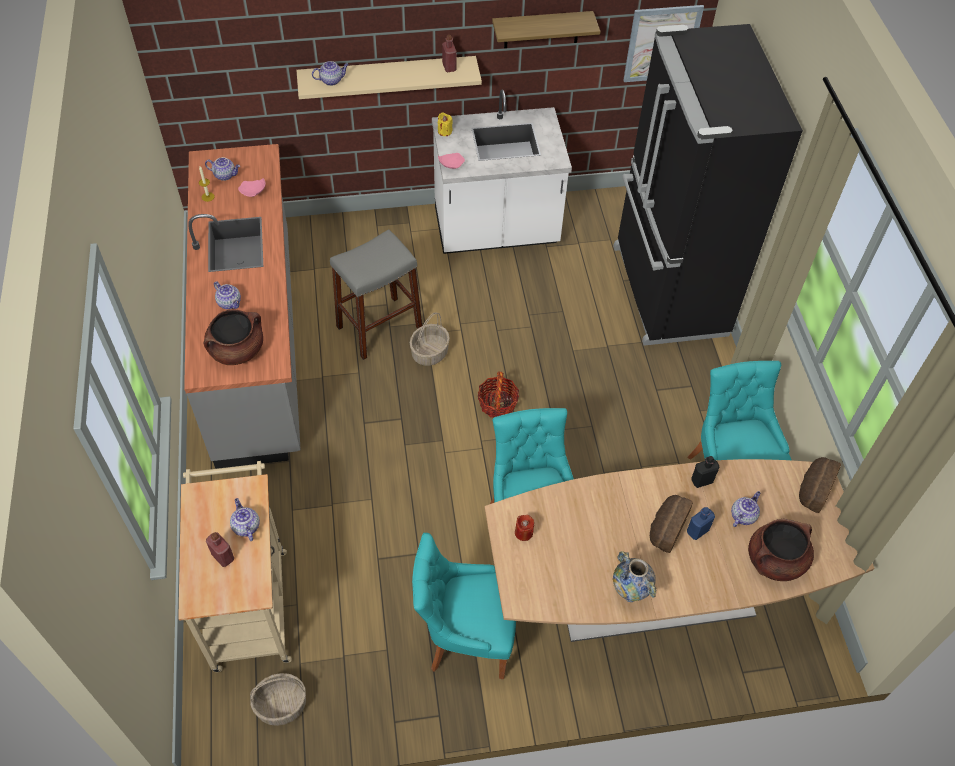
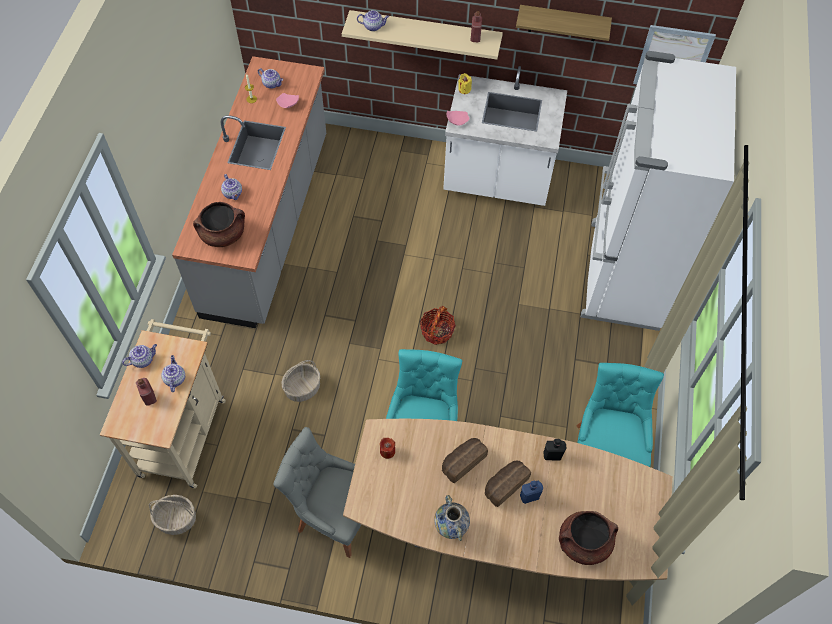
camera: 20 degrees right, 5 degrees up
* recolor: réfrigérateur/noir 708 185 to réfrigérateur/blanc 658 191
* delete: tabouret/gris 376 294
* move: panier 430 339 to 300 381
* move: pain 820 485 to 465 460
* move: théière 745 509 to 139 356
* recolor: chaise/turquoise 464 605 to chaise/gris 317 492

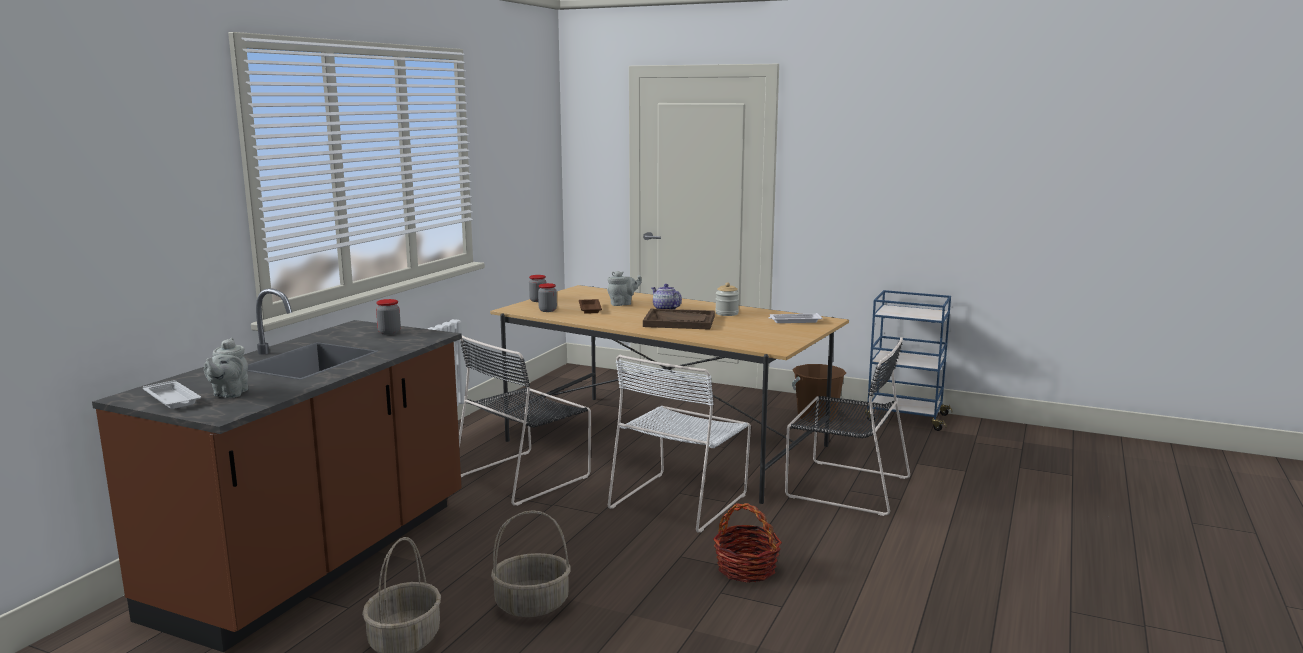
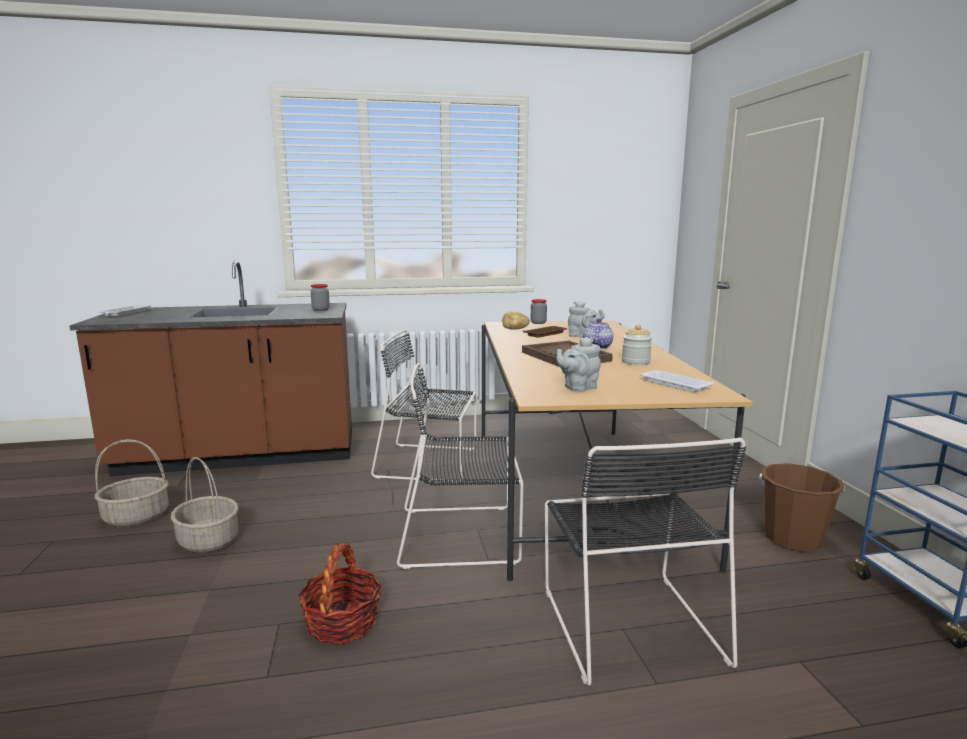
camera: 55 degrees right, 0 degrees up
* replace: bocal 547 297 to pain 516 321
* move: théière/gris 226 368 to 579 364
* recolor: chaise/blanc 679 444 to chaise/noir 460 466

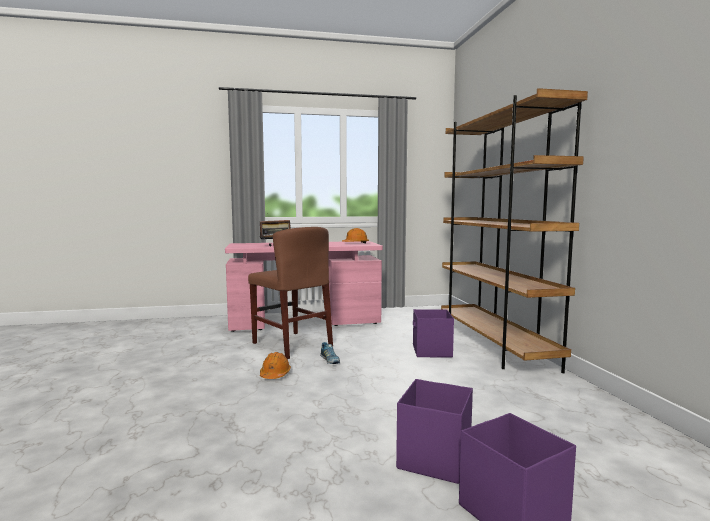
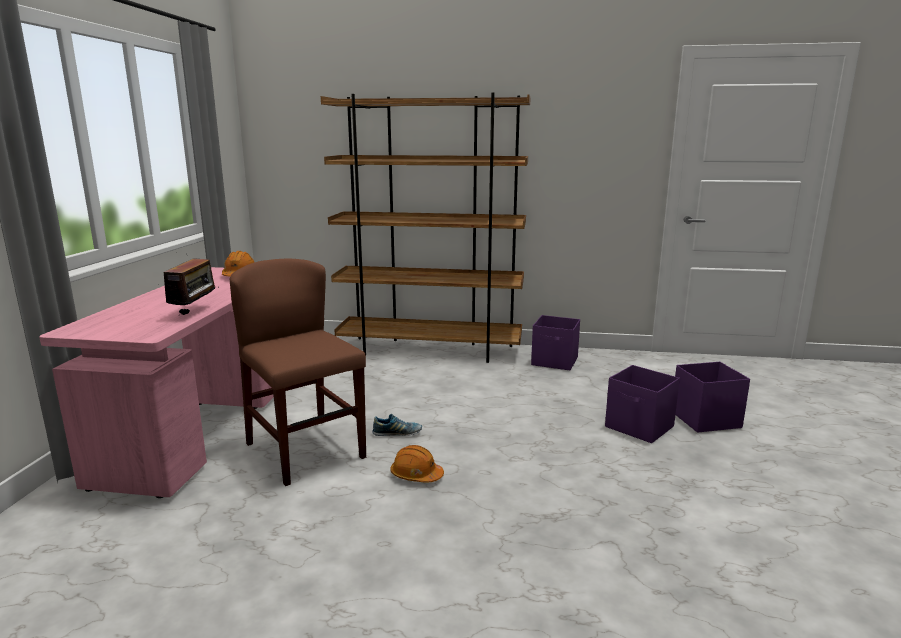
camera: 70 degrees left, 10 degrees up
* rotate: chaise/marron 290 293 = 298 372 105 degrees counterclockwise
* move: boîte de rangement/violet 433 333 to 555 342

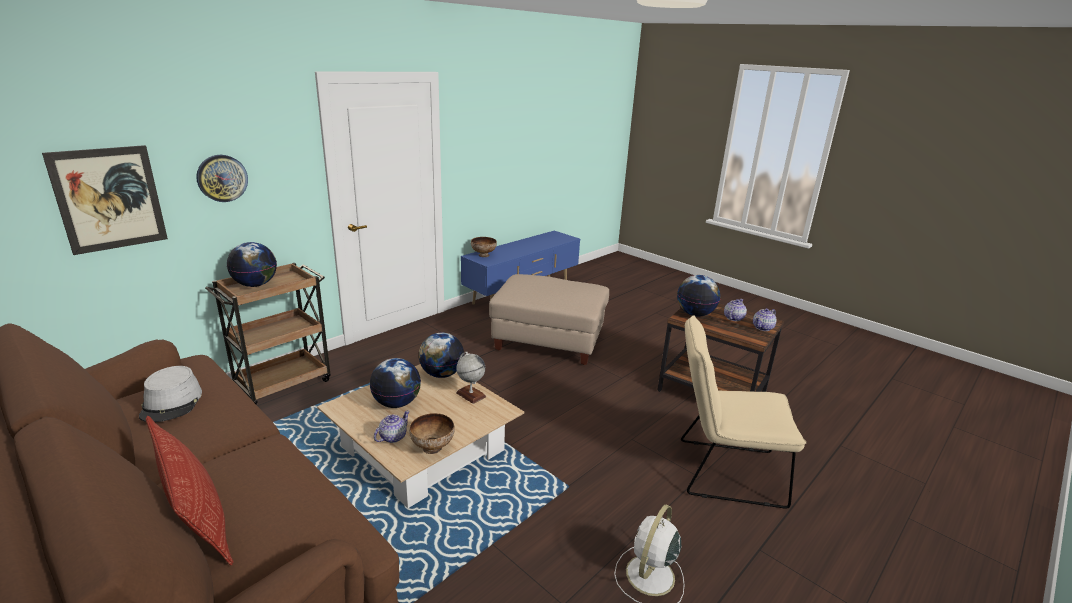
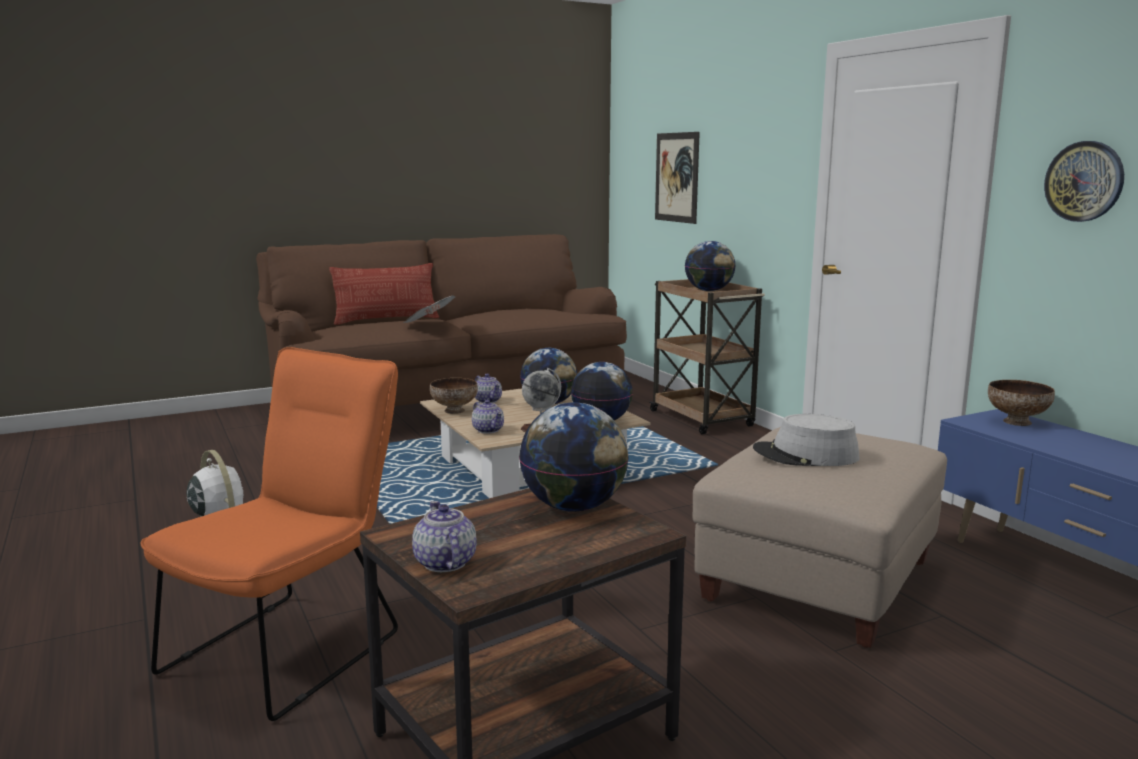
camera: 110 degrees right, 10 degrees down
* move: horloge murale 222 178 to 1084 181
* move: théière 735 310 to 488 417
* recolor: chaise/beige 743 412 to chaise/orange 269 534
* move: chapeau/gris 170 394 to 806 440
* insert: journal 429 309

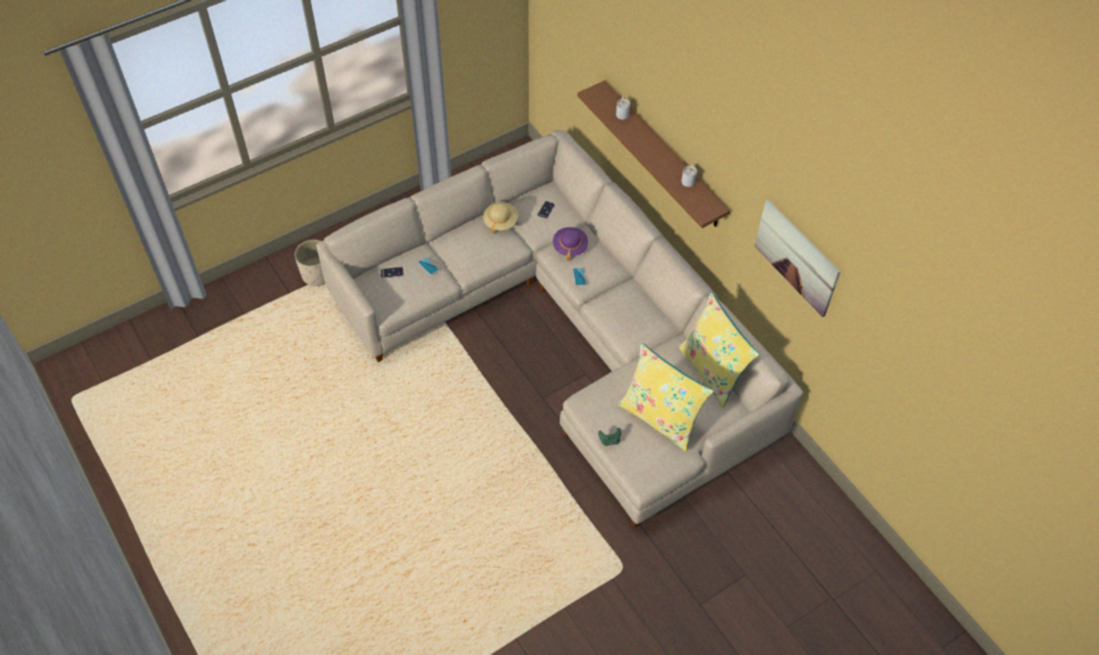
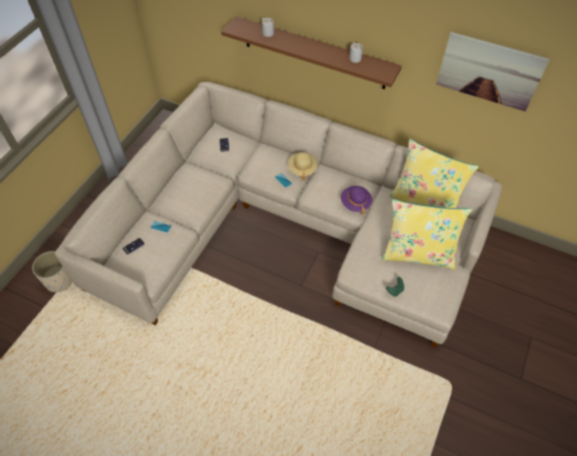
camera: 30 degrees left, 0 degrees up
* move: chapeau/beige 500 218 to 303 166
* move: chapeau/violet 570 244 to 356 200

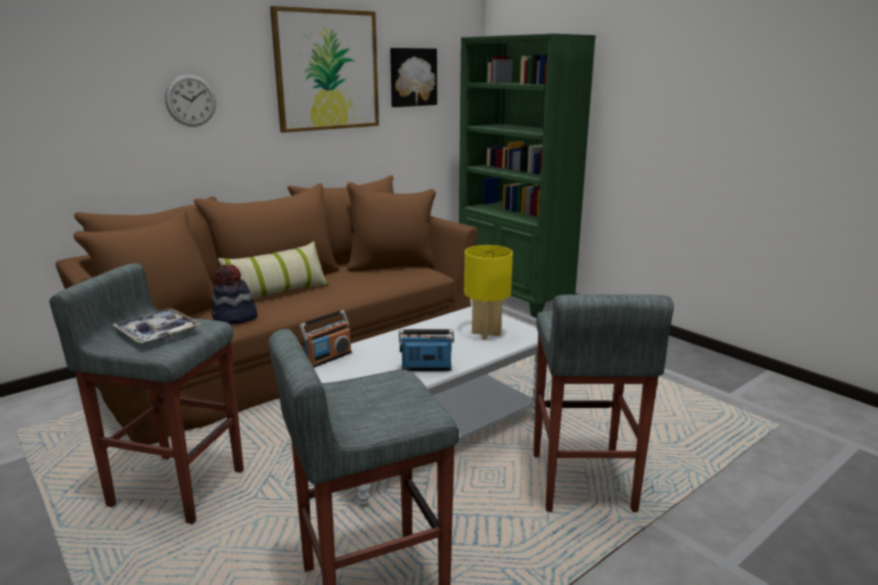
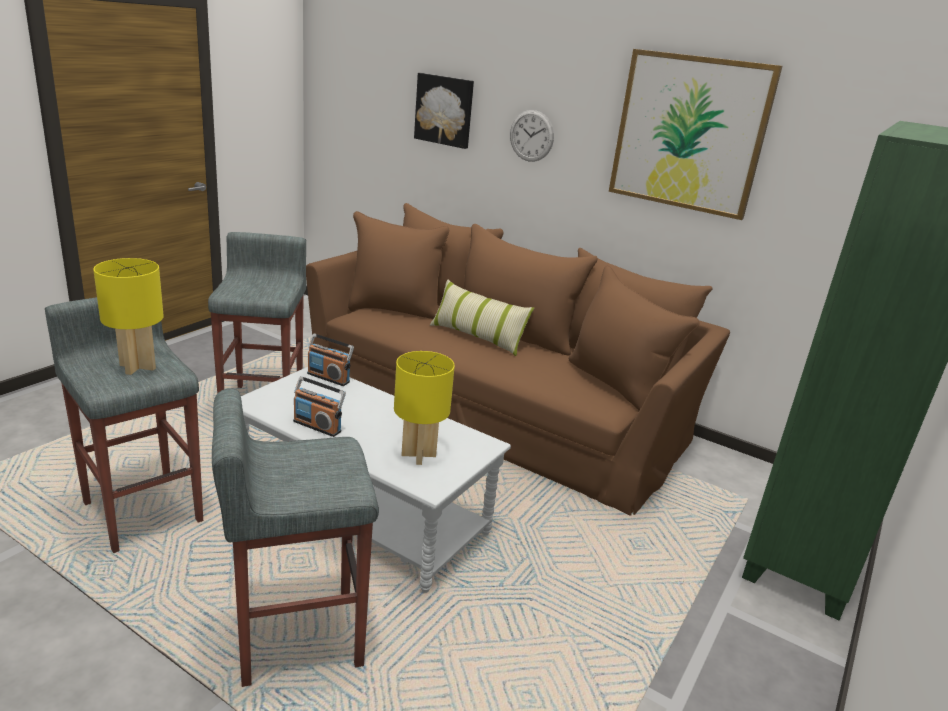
camera: 70 degrees right, 5 degrees up
* move: tableau 413 77 to 444 111
* delete: chapeau 234 294
* delete: plateau 157 325
* rotate: radio 426 350 = 319 406 135 degrees clockwise
* insert: lampe de table/jaune 128 316

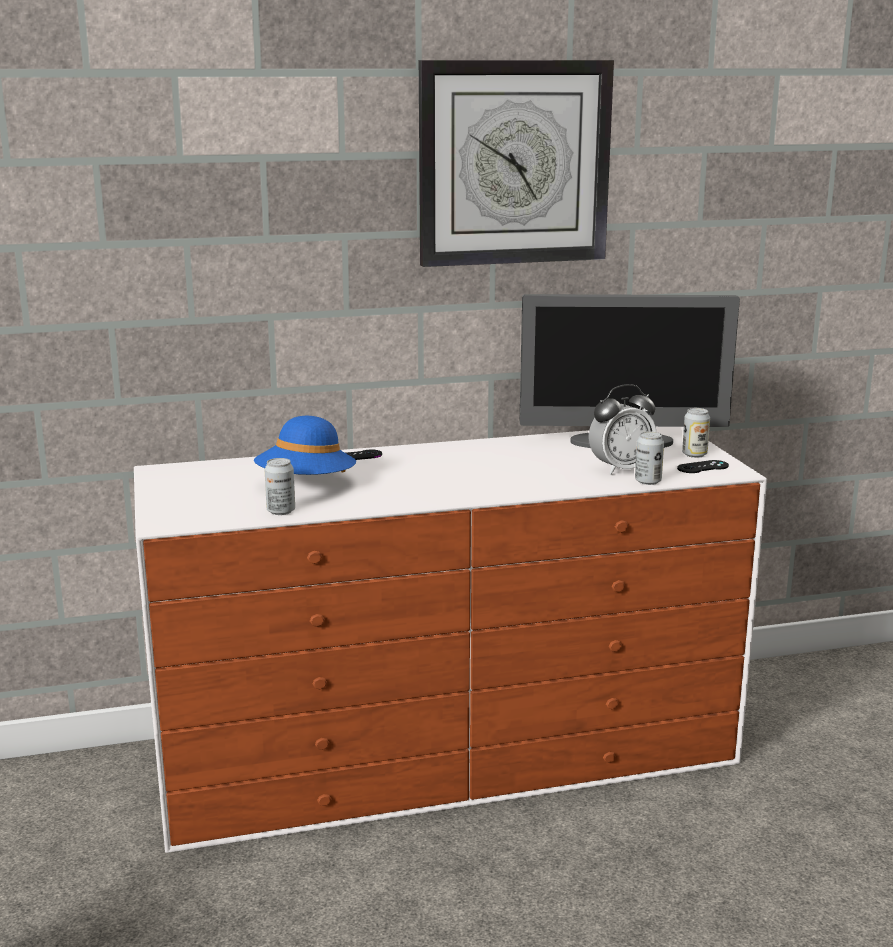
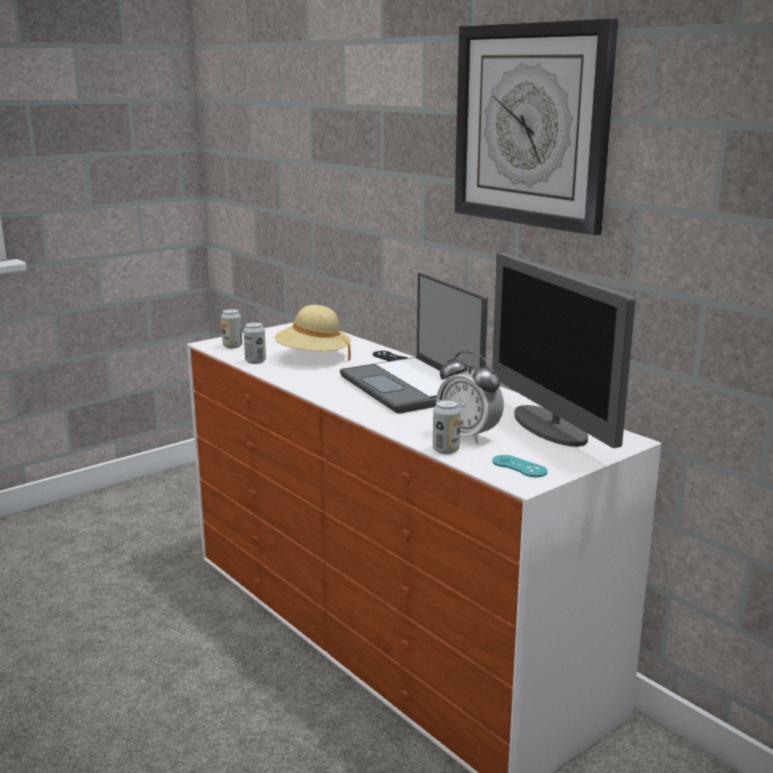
camera: 65 degrees right, 0 degrees up
* move: boîte métallique 696 433 to 232 328
* recolor: chapeau/bleu 305 445 to chapeau/beige 313 333
* recolor: manette/noir 703 466 to manette/turquoise 520 466
* insert: ordinateur portable 414 343

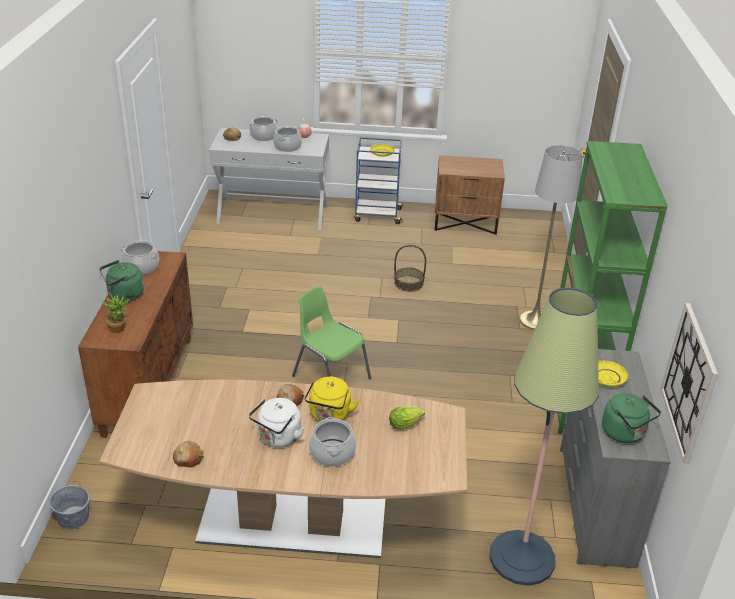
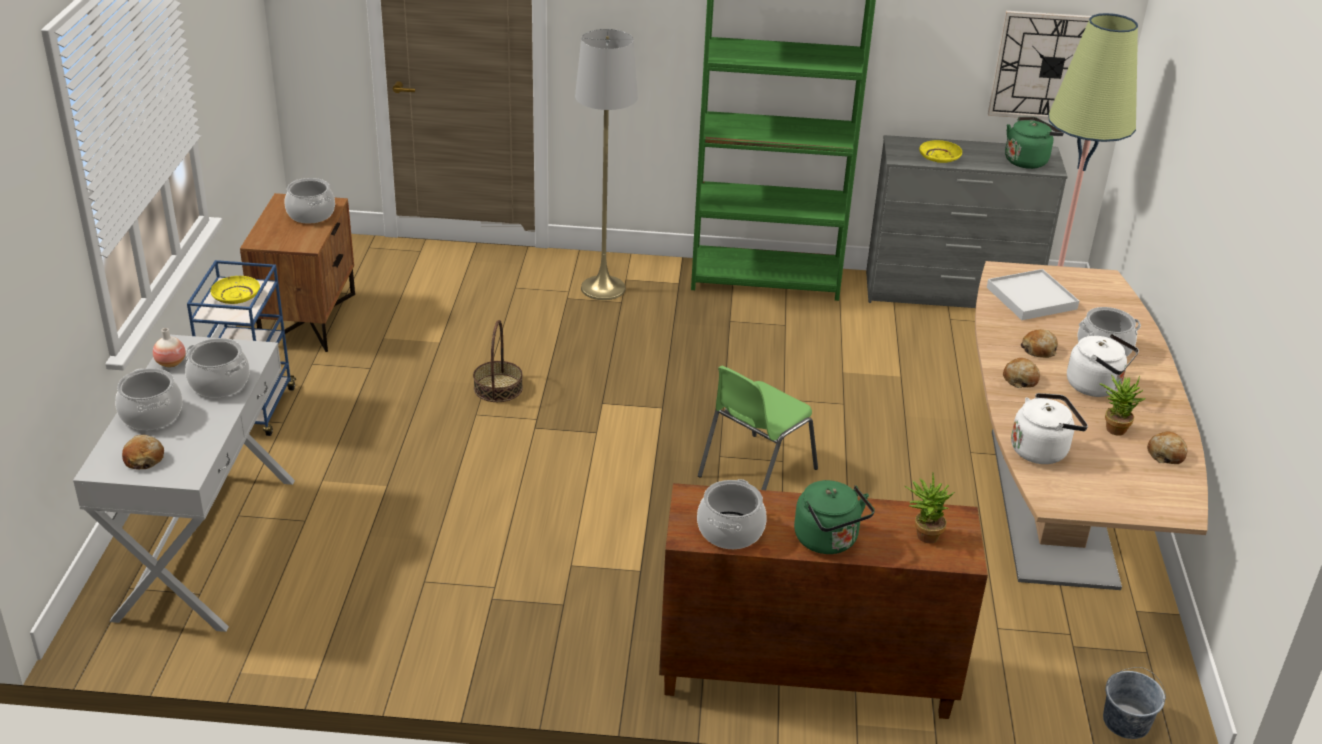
camera: 90 degrees left, 0 degrees up
* replace: bouilloire/jaune 332 399 to pain 1039 343
* replace: laitue 407 418 to plateau/blanc 1033 294
* insert: marmite 310 200
* insert: plante en pot 1123 405
* insert: bouilloire/blanc 1049 428

